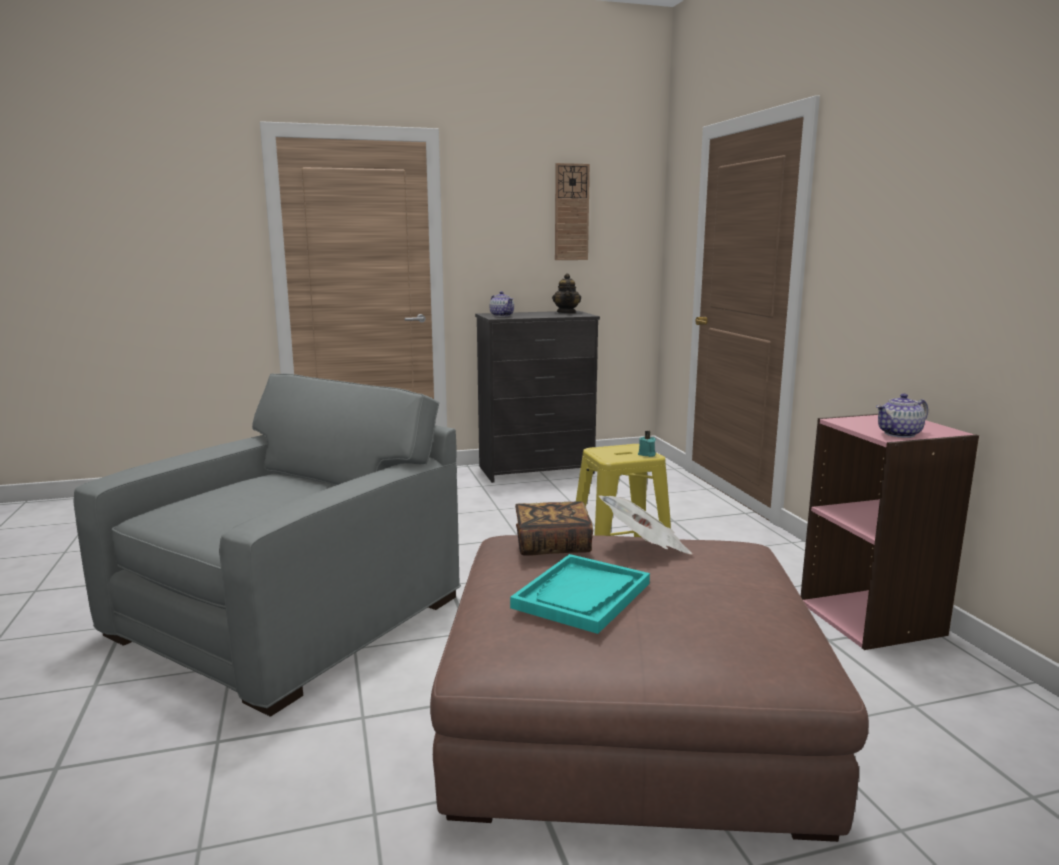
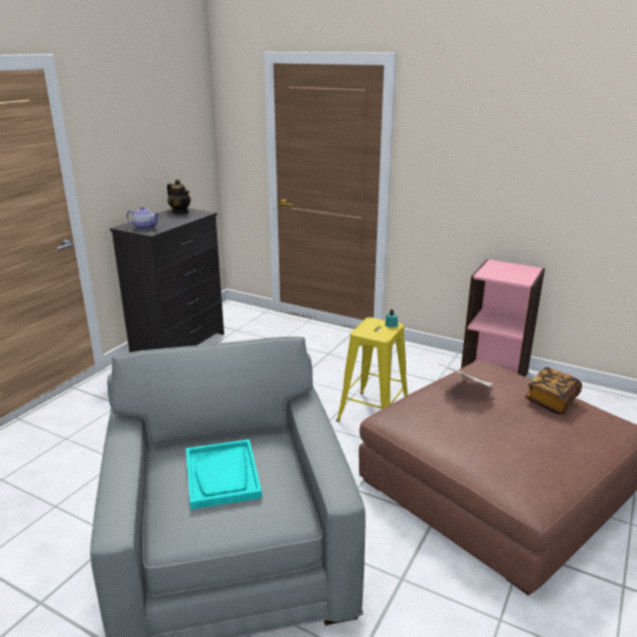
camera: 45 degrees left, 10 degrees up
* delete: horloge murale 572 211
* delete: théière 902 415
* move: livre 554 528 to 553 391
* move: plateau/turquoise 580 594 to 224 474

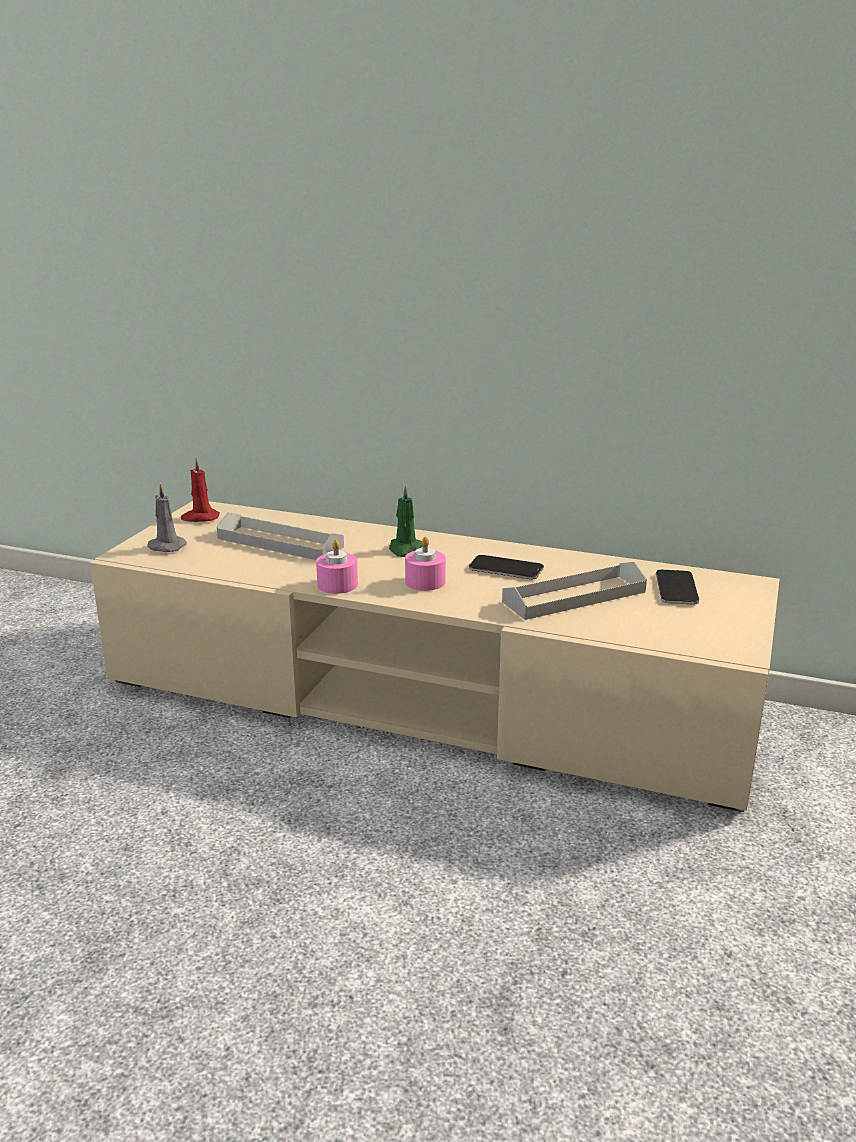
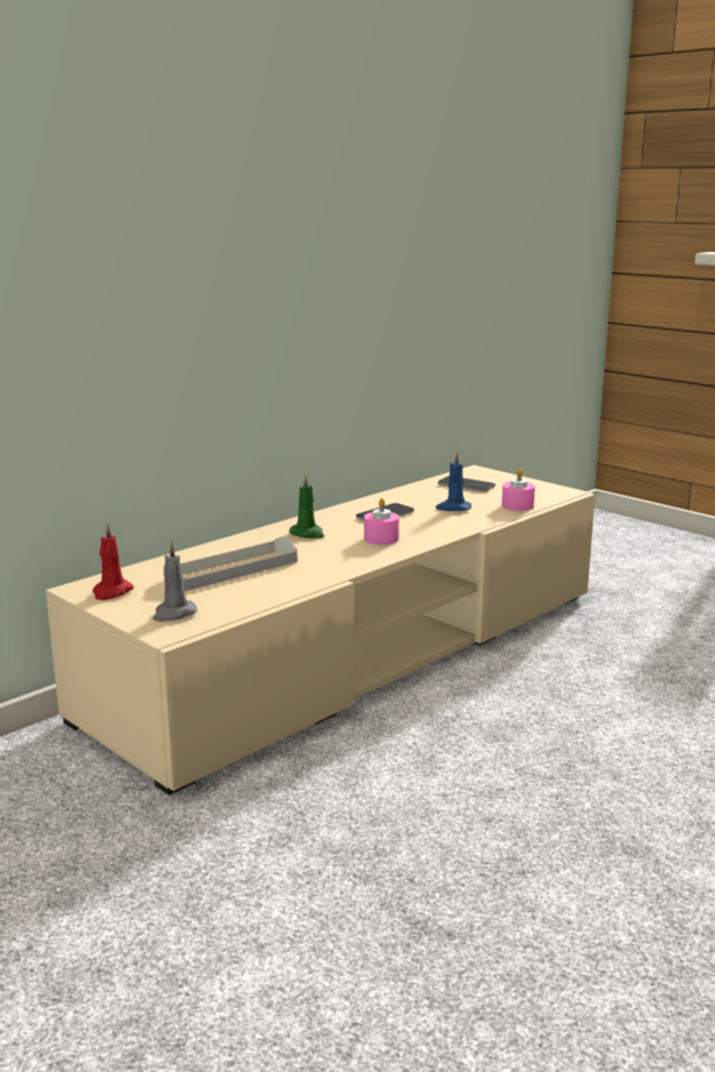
camera: 65 degrees left, 5 degrees down
* move: bougie/rose 337 567 to 518 490
* replace: plateau/gris 574 591 to bougie/bleu 454 481

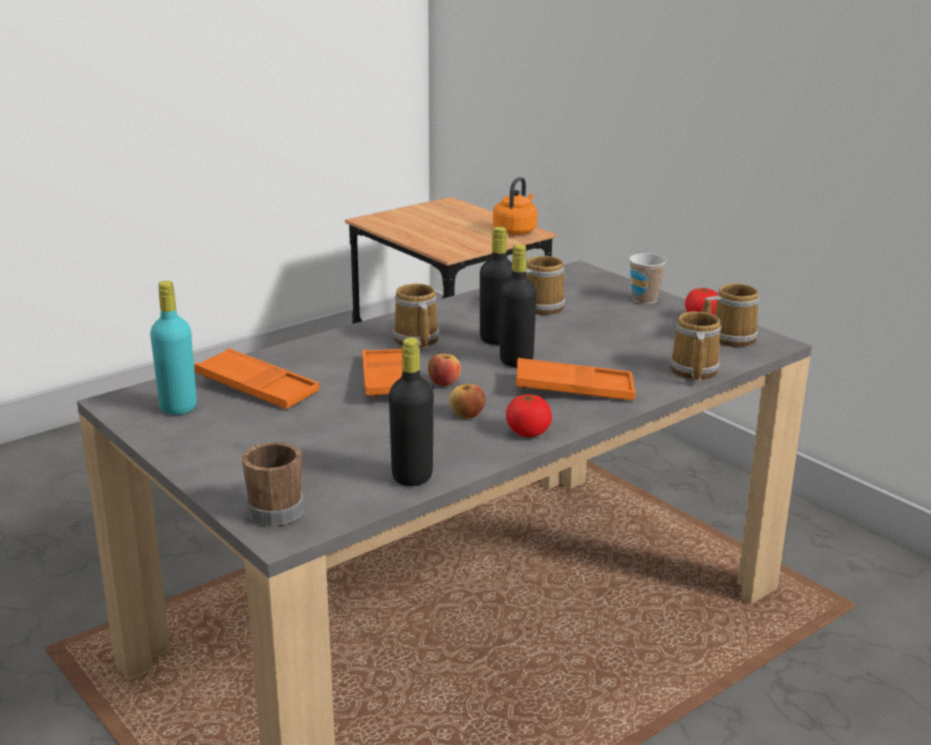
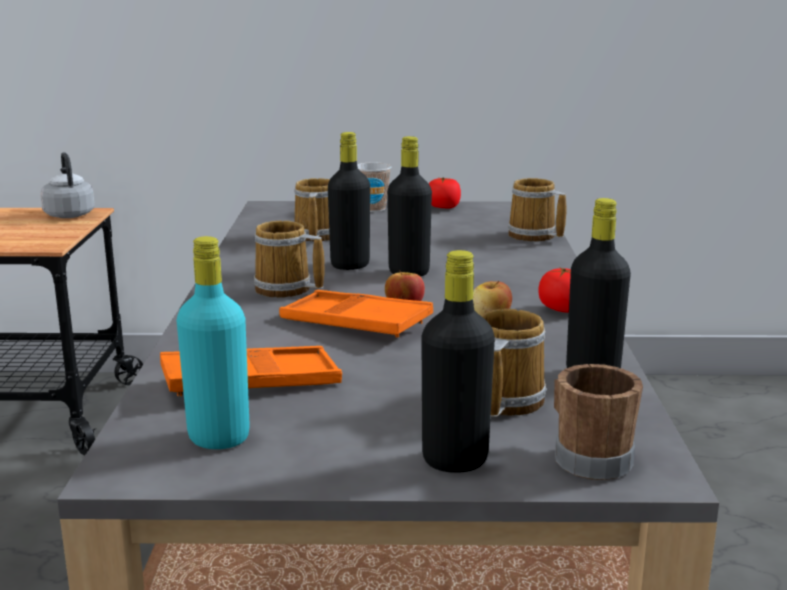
camera: 50 degrees left, 5 degrees down
* recolor: bouilloire/orange 515 206 to bouilloire/gris 67 185
* move: mug 730 315 to 514 363
* delete: plateau/orange 576 379
* insert: bouteille/noir 458 361

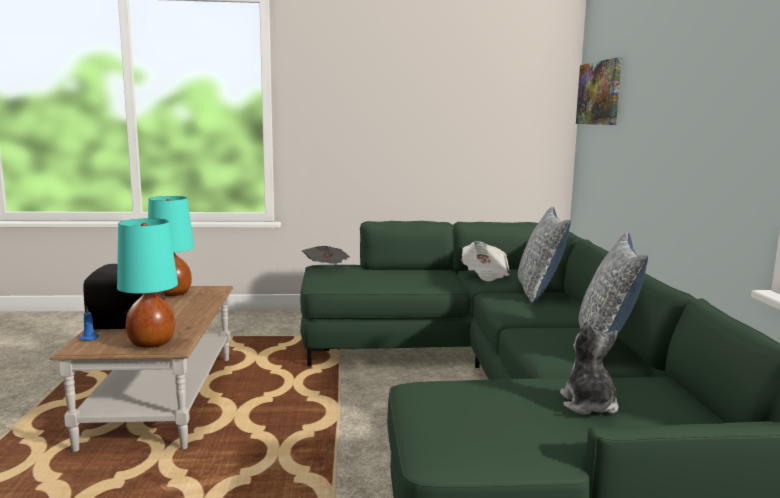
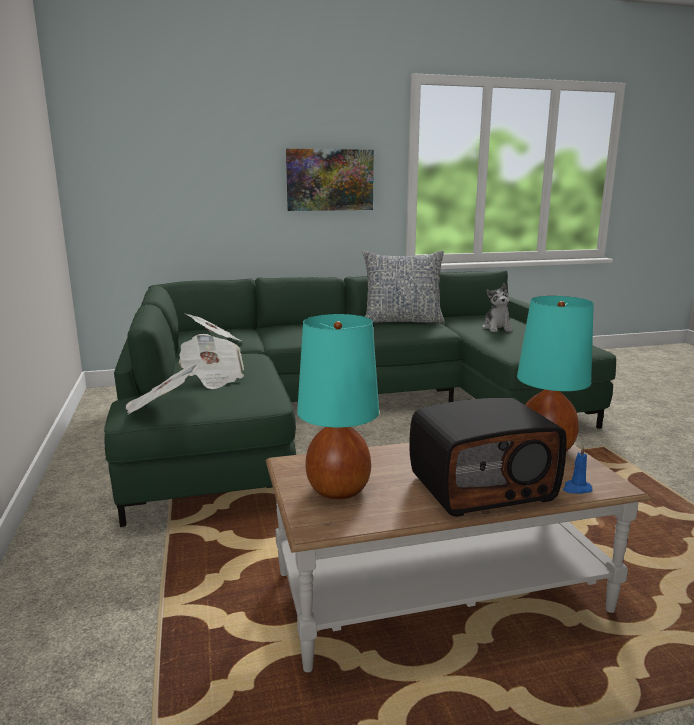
camera: 100 degrees left, 5 degrees up
* move: tableau 599 91 to 330 180
* delete: coussin 544 255
* rotate: peluche 589 367 = 497 307 75 degrees counterclockwise
* insert: journal 211 361

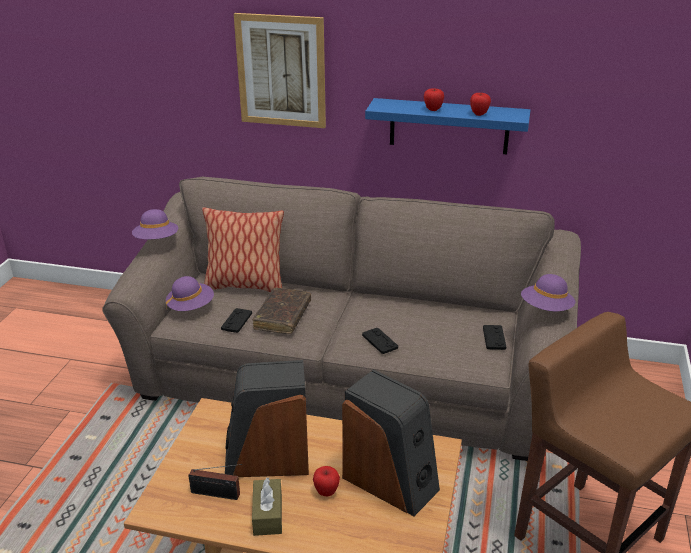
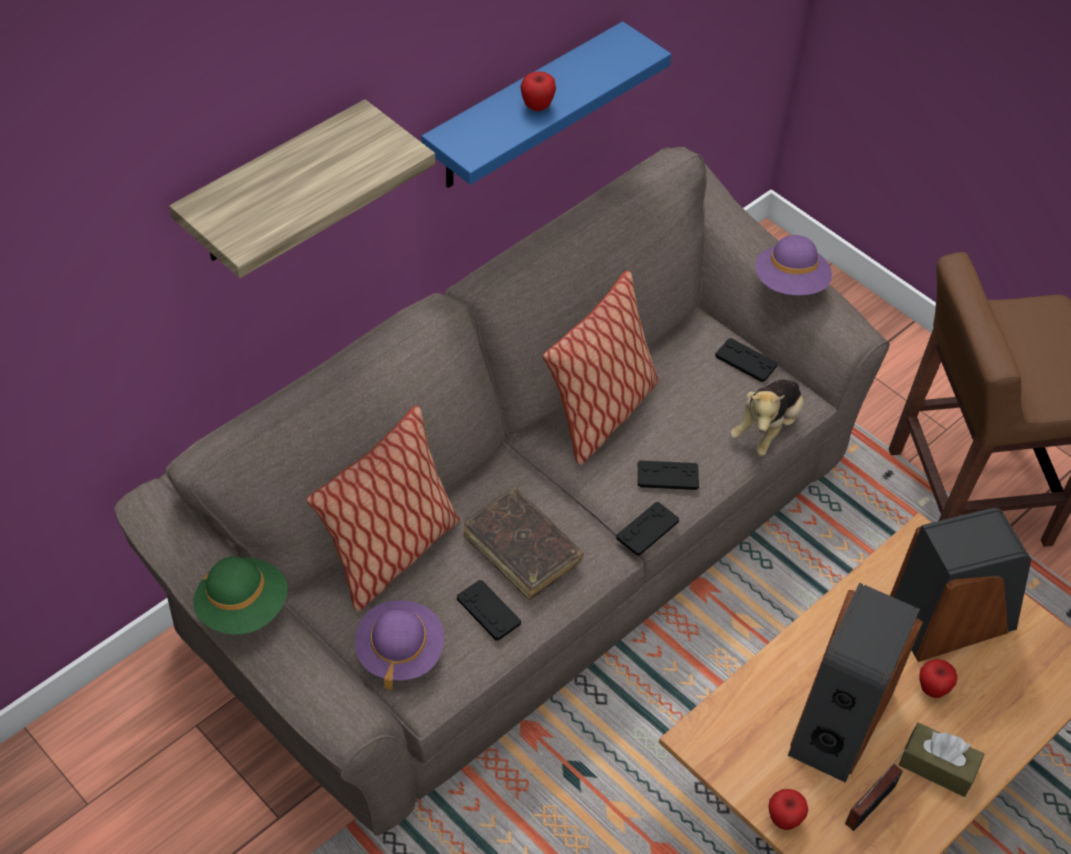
camera: 60 degrees left, 20 degrees up
* replace: tableau 280 70 to étagère 302 188
* move: pomme 480 104 to 788 809
* recolor: chapeau/violet 155 224 to chapeau/vert 240 595
* insert: coussin 601 368
* insert: peluche 767 418
* insert: manette/noir 647 529

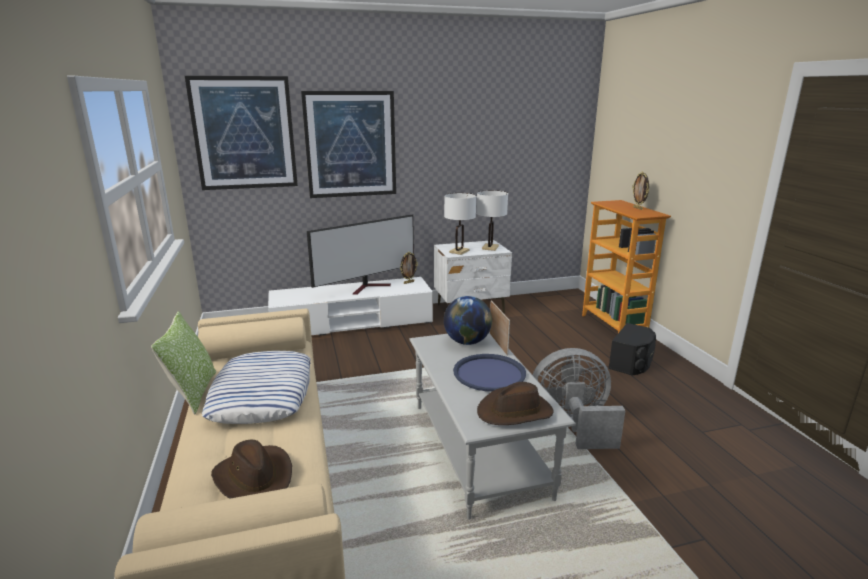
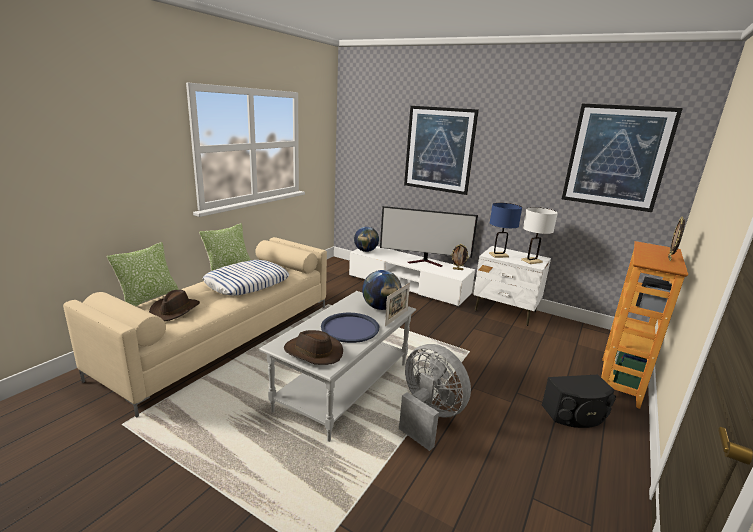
camera: 45 degrees right, 0 degrees up
* move: tableau 241 133 to 622 158
* recolor: lampe de table/blanc 460 224 to lampe de table/bleu 505 230
* insert: globe 366 239
* insert: coussin 143 274

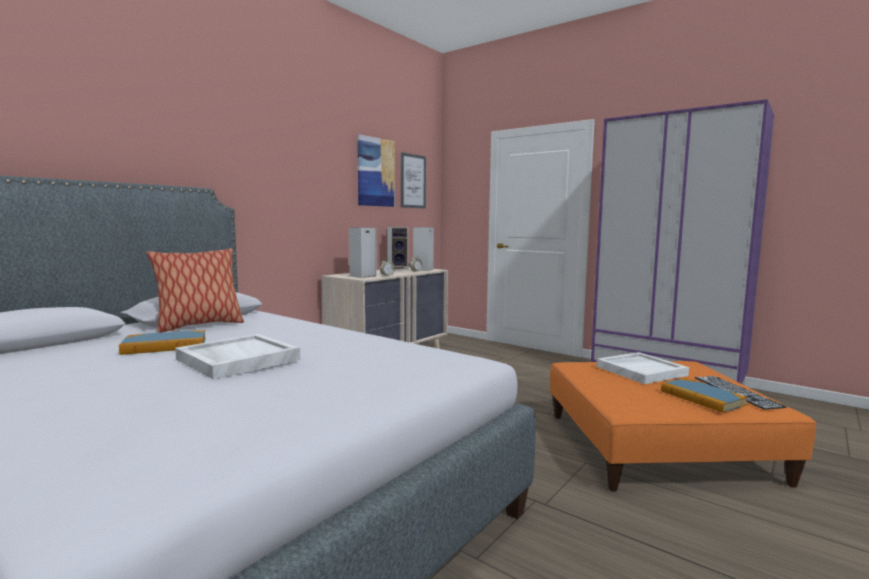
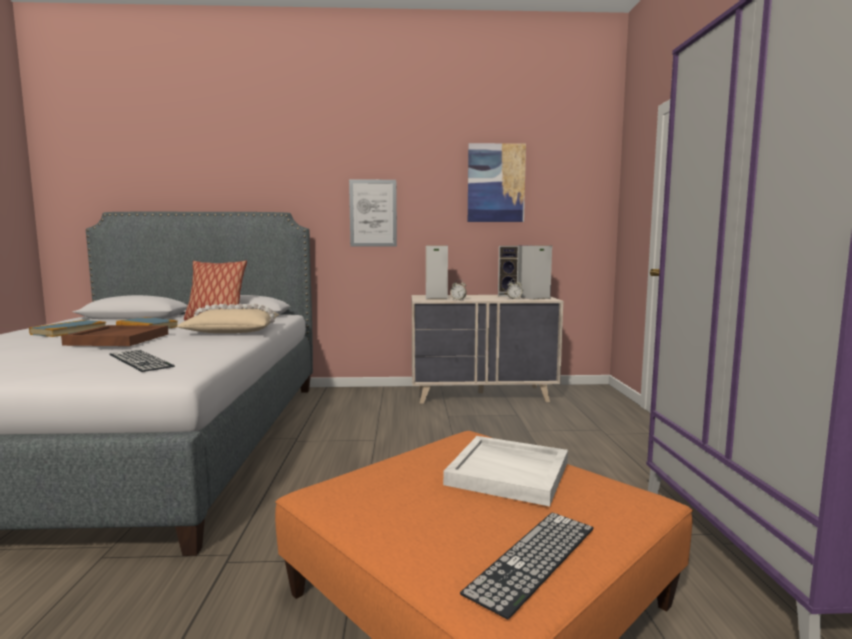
camera: 50 degrees right, 0 degrees up
* move: tableau 413 180 to 373 213
* recolor: plateau/blanc 238 356 to plateau/marron 114 335
* move: livre 704 395 to 67 328
* insert: coussin/beige 228 318
* insert: clavier 142 361

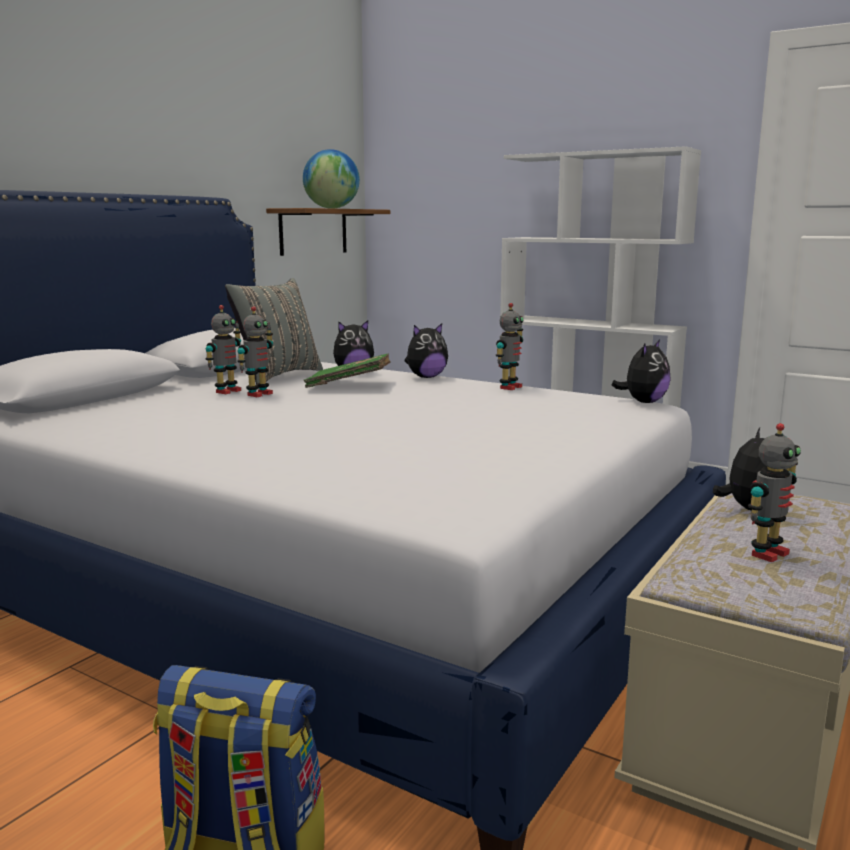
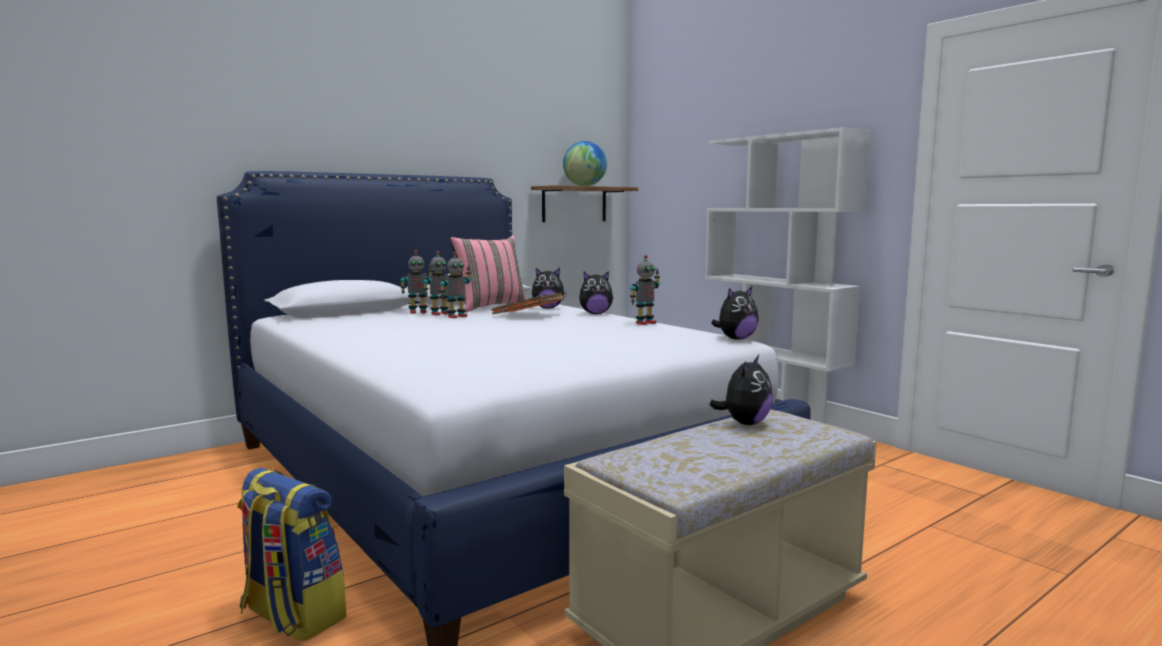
camera: 20 degrees right, 5 degrees down
* recolor: coussin/gris 274 331 to coussin/rose 488 273
* recolor: livre/vert 347 371 to livre/orange 527 303
* move: robot jouet 774 492 to 416 282

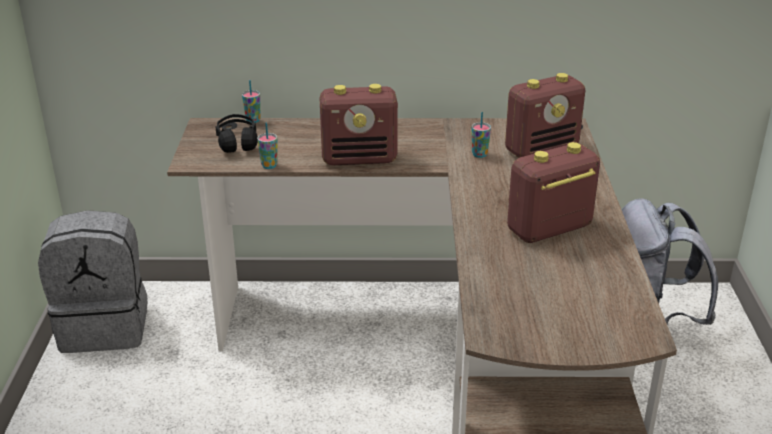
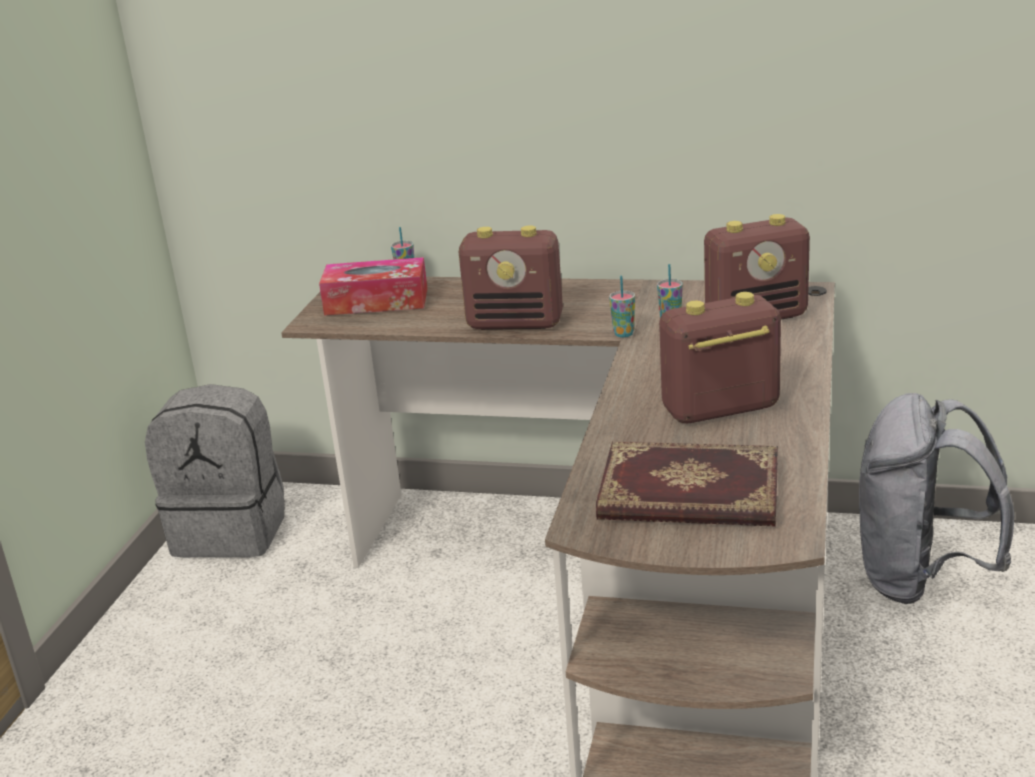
camera: 15 degrees right, 5 degrees down
* replace: casque audio/noir 236 133 to boîte à mouchoirs 373 286
* move: tasse 267 145 to 622 306
* insert: livre 687 484

